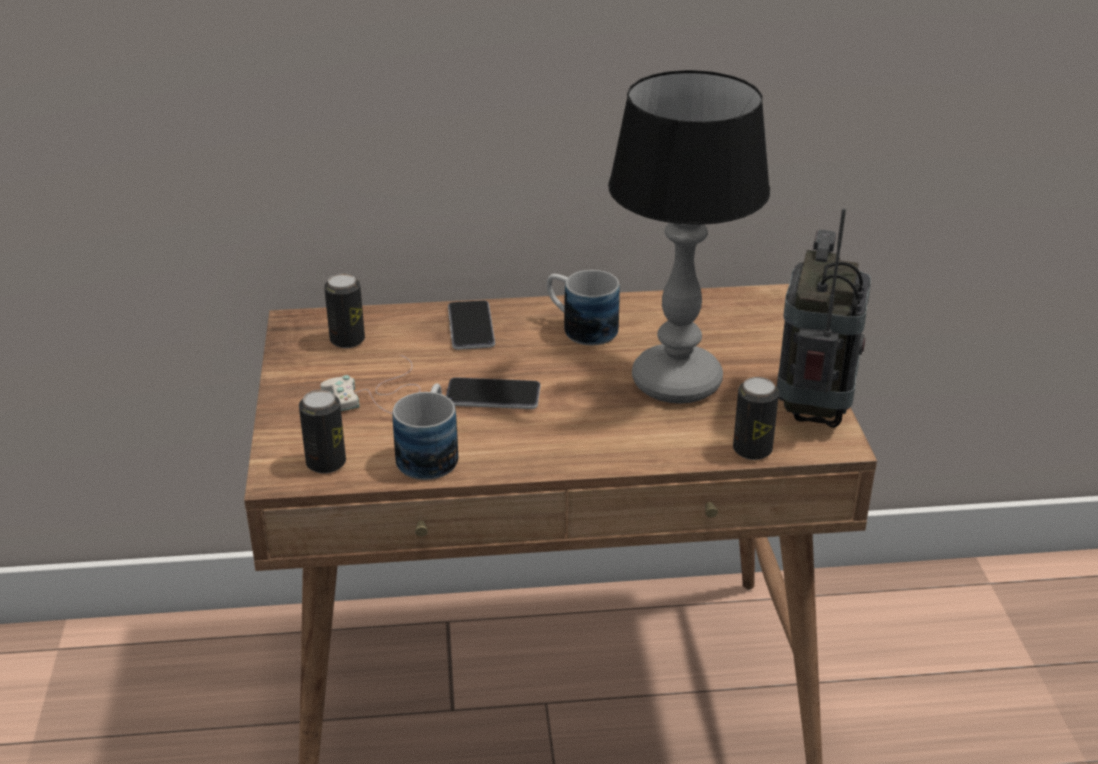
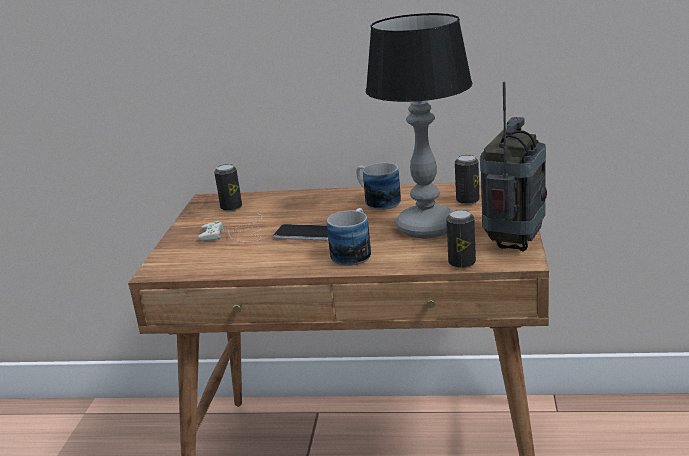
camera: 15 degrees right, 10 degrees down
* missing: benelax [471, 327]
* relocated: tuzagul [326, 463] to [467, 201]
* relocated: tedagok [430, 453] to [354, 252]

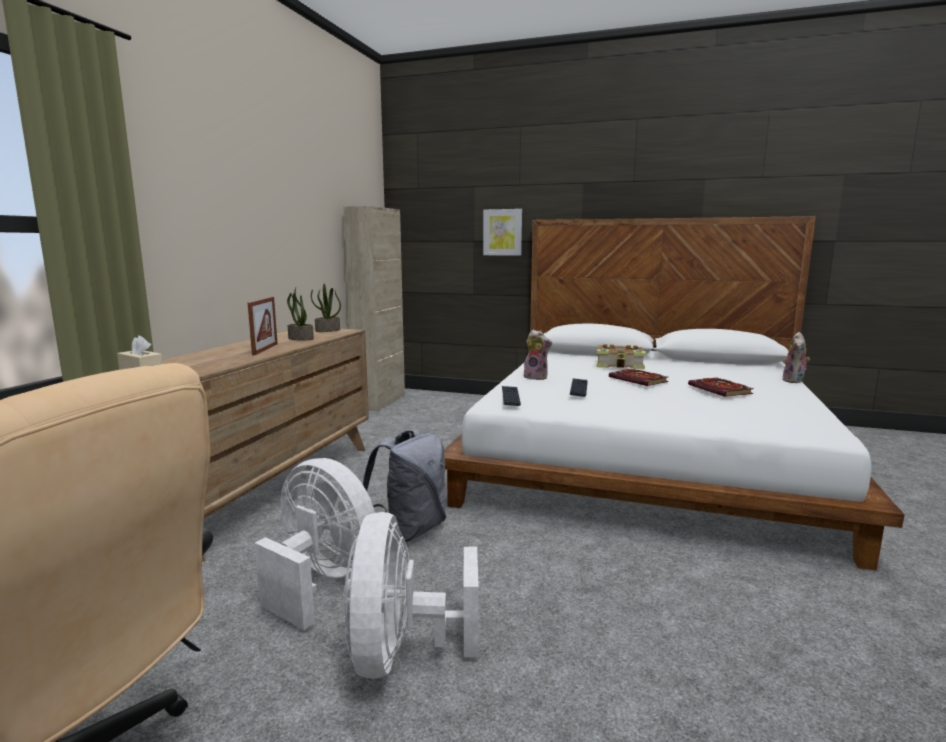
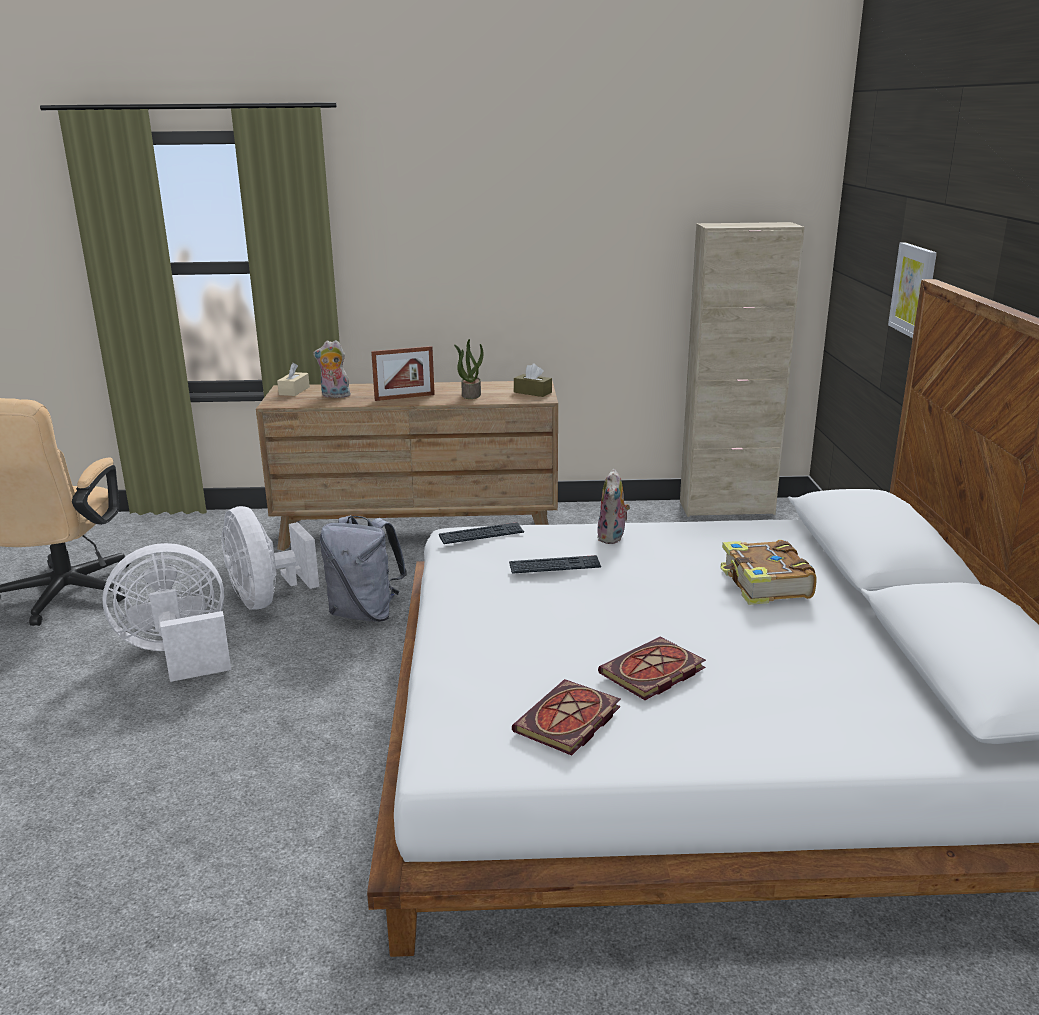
camera: 70 degrees right, 10 degrees up
* relocated: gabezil [640, 380] to [568, 722]
* relocated: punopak [794, 381] to [334, 396]
* exchanged: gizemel [327, 330] to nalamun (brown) [532, 392]
* spun: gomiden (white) [321, 581] = [266, 599] 135 degrees clockwise

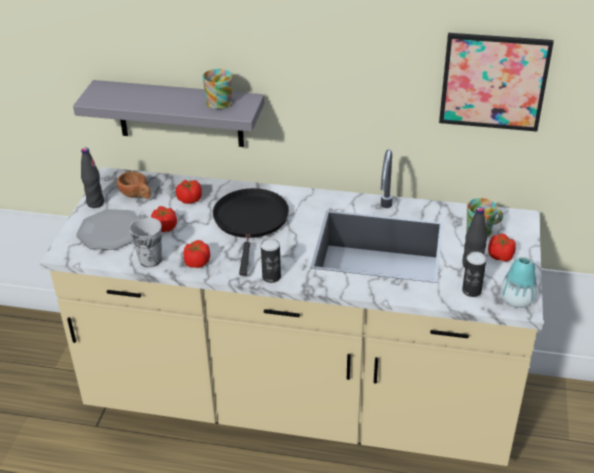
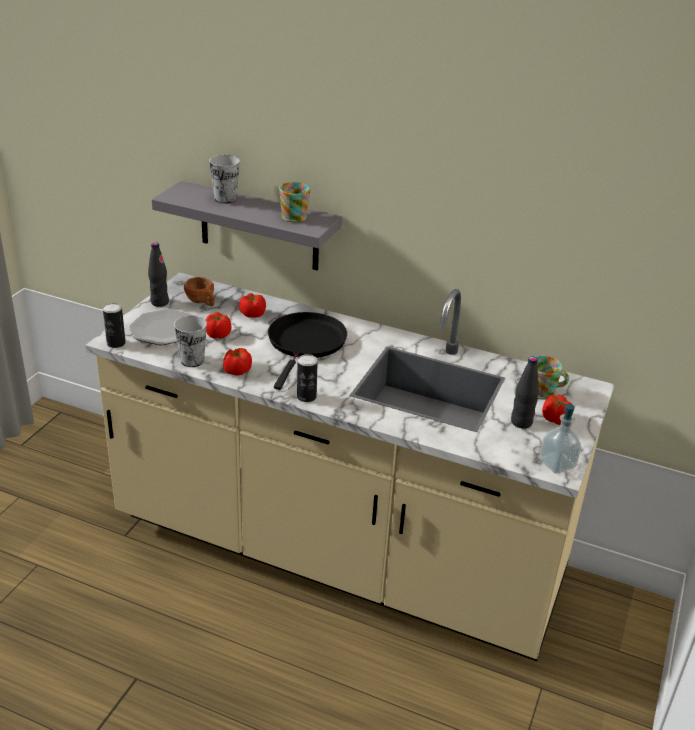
camera: 10 degrees right, 5 degrees down
* missing: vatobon [493, 82]
* appeared: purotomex [225, 199]
* relocated: tuzagul [471, 291] to [116, 343]
* exchanged: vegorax [516, 300] to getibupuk [557, 464]

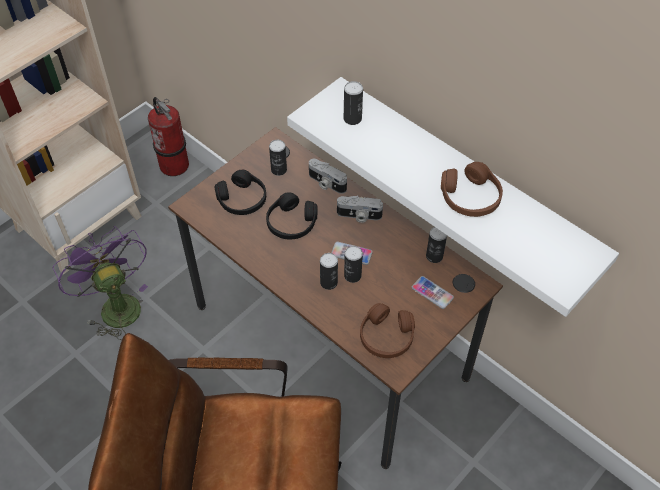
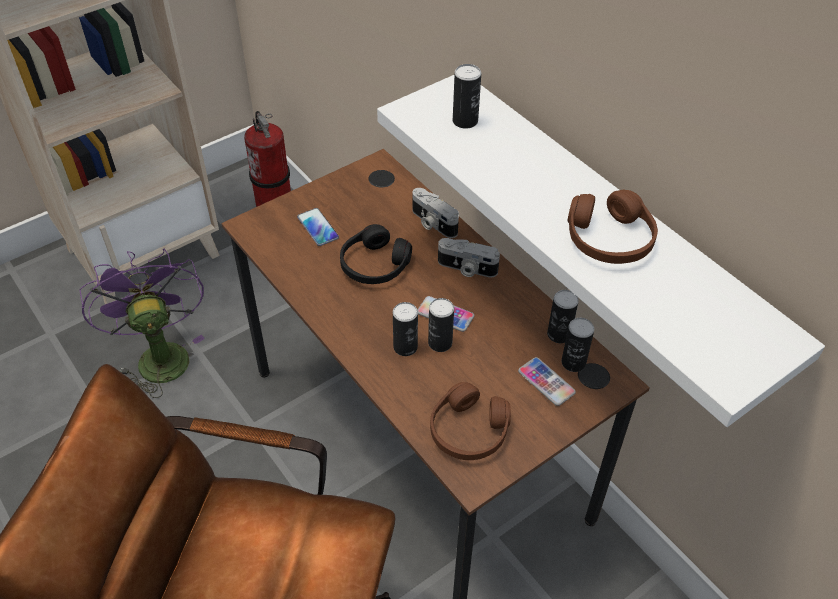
camera: 10 degrees right, 5 degrees down
* relocated: tuzagul [279, 170] to [573, 362]
* exchanged: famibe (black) [242, 199] to benelax [318, 227]

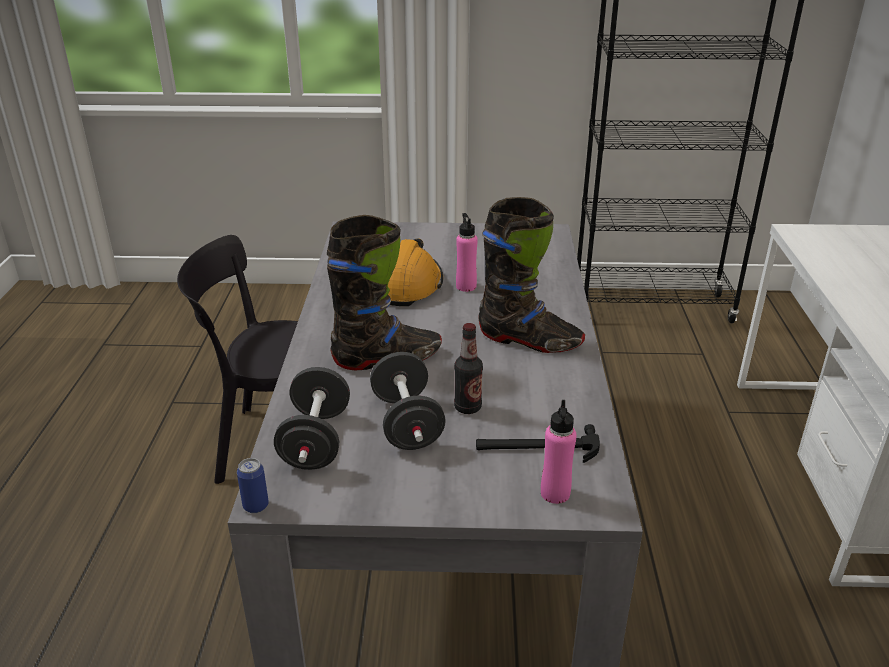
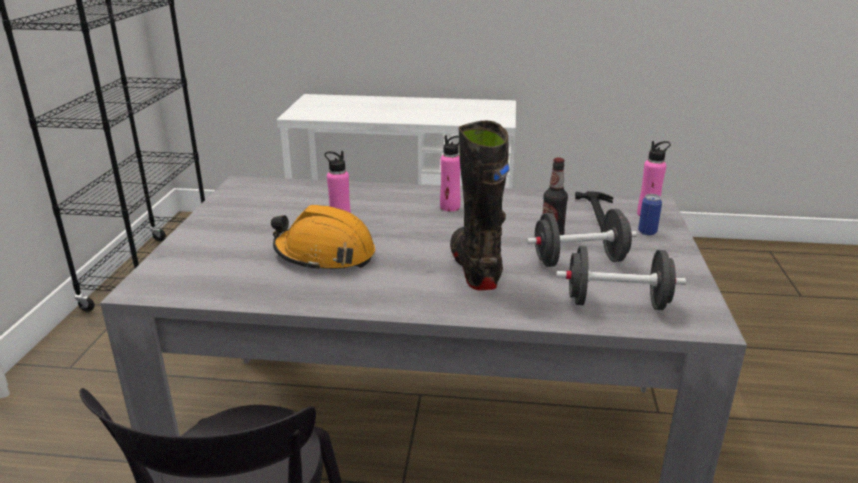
camera: 85 degrees left, 5 degrees down
* relocated: tuzagul [256, 506] to [647, 232]
* exchanged: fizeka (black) [529, 341] to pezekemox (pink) [450, 207]

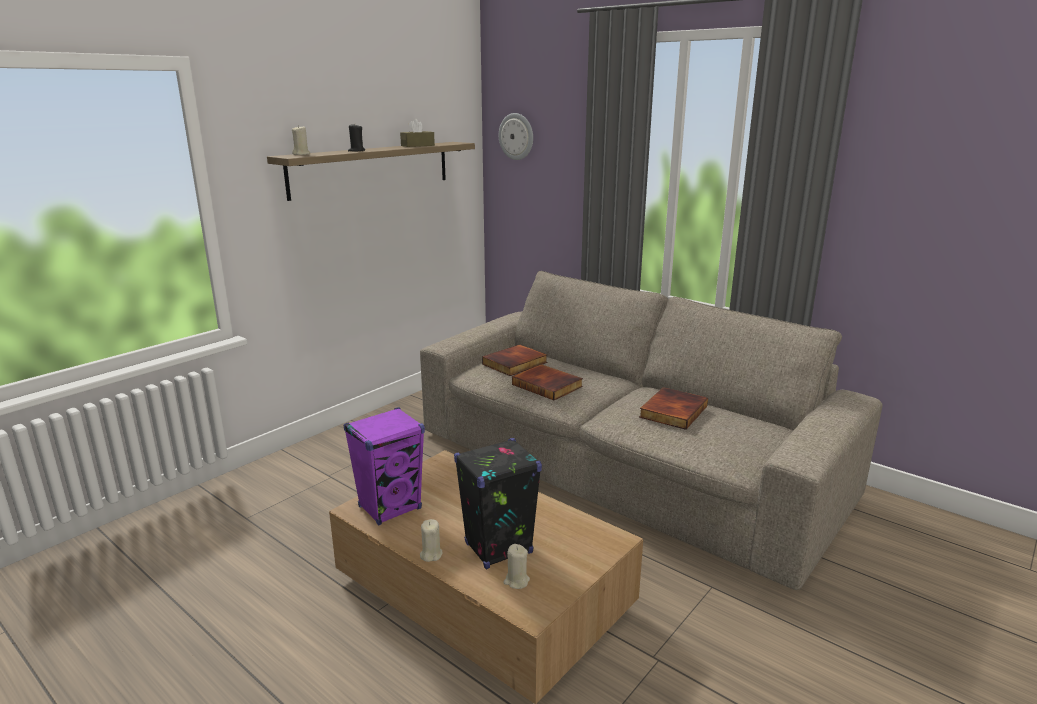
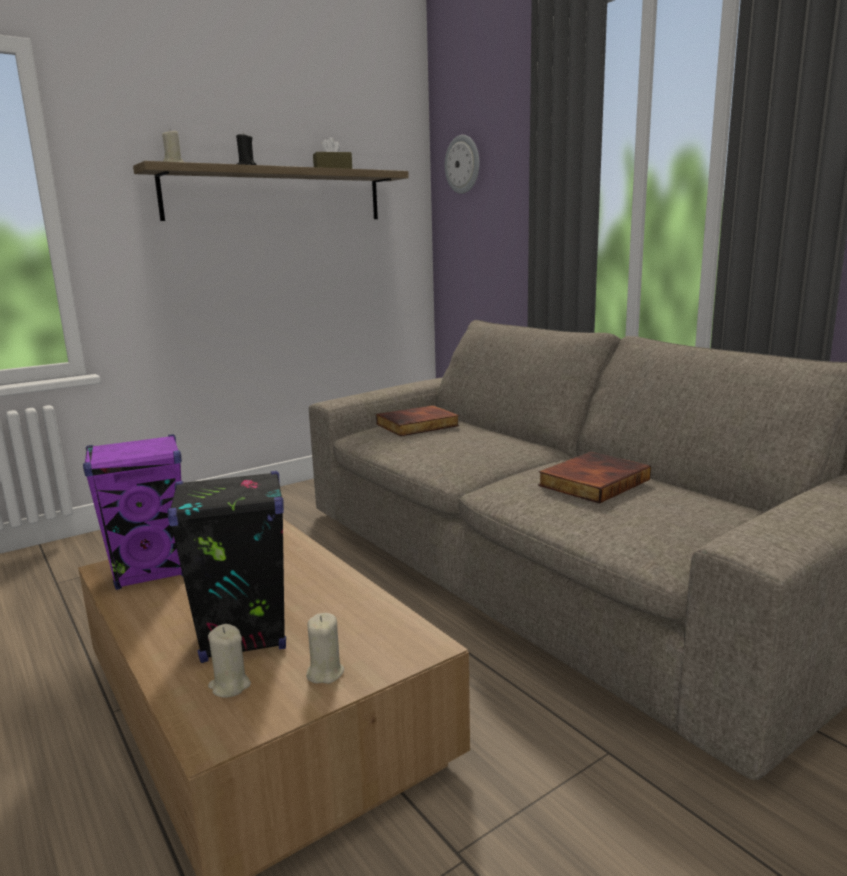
camera: 15 degrees right, 5 degrees down
* missing: gabezil [548, 385]
* relocated: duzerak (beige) [431, 554] to [325, 673]

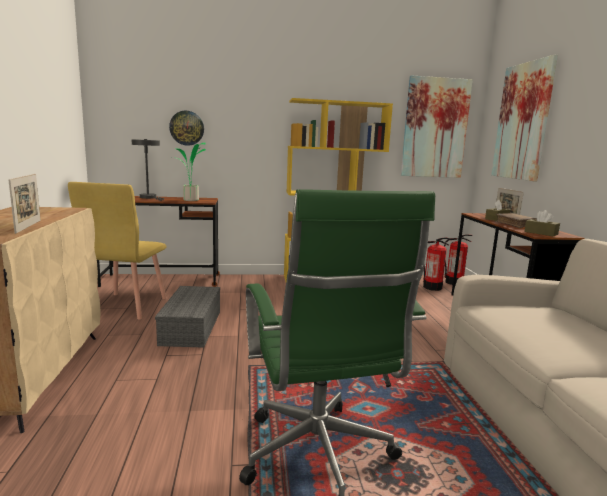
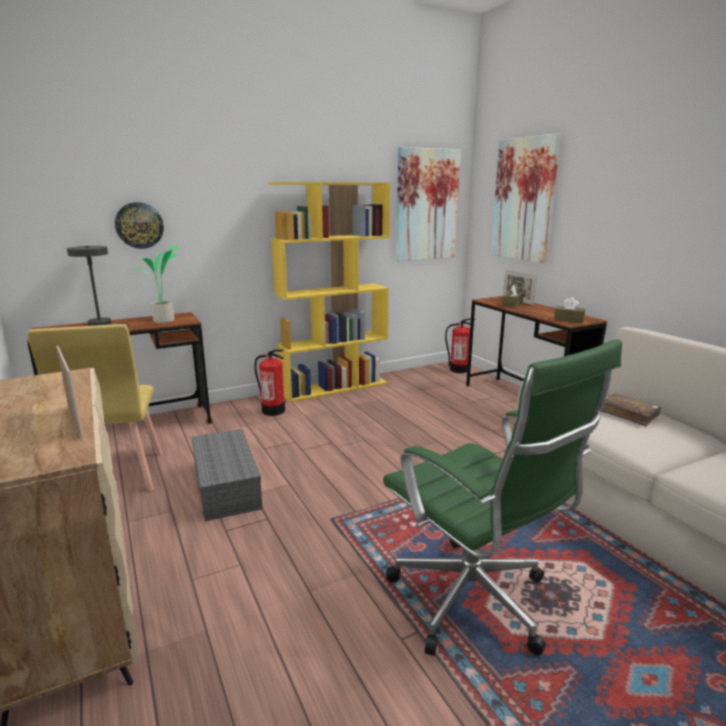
camera: 20 degrees left, 5 degrees up
* relocated: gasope [432, 287] to [273, 411]
* relocated: gabezil (brown) [515, 224] to [629, 415]

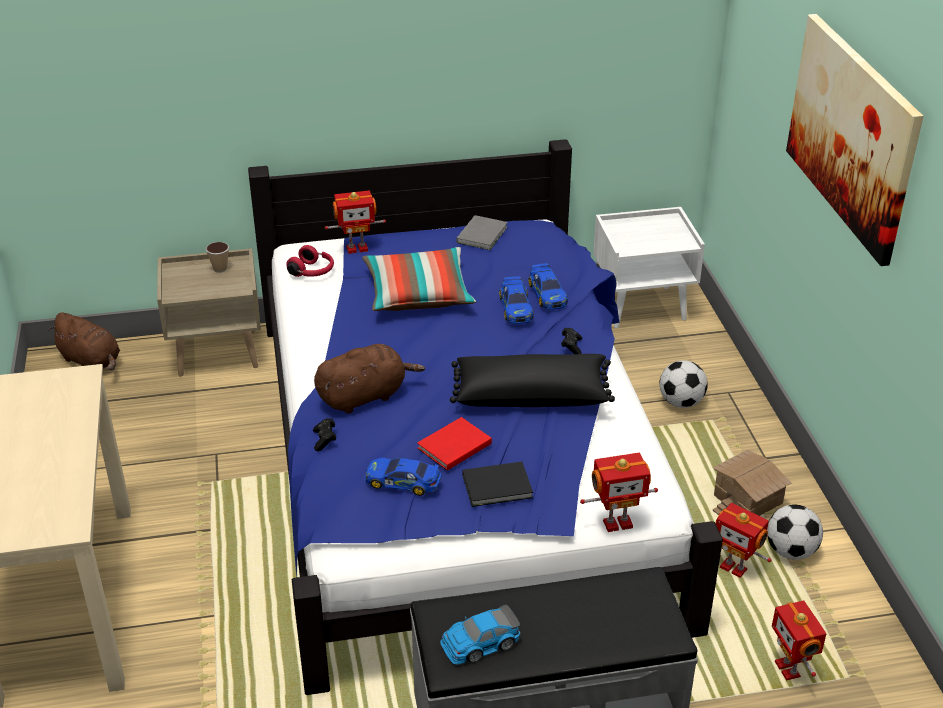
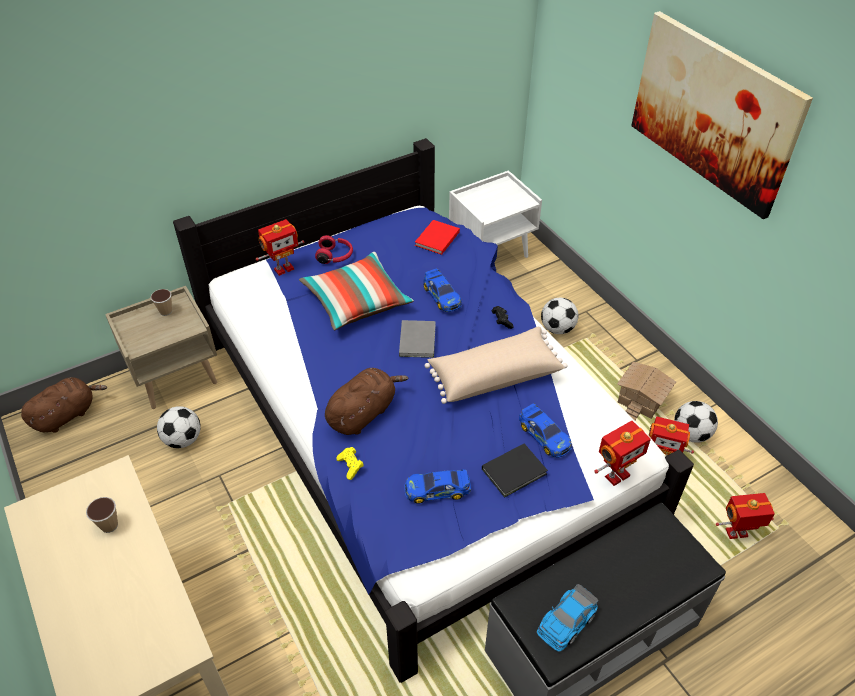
camera: 20 degrees left, 10 degrees up
* appeared: purotomex [109, 525]
* appeared: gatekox [183, 439]
* relocated: famibe (red) [313, 271] to [335, 256]
* relocated: gabezil (red) [452, 446] to [436, 239]
* relocated: gabezil (grey) [483, 234] to [418, 339]
* relocated: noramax [547, 294] to [544, 435]
* colour: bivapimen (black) [325, 440] to bivapimen (yellow) [350, 466]
* colour: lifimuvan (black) [531, 395] to lifimuvan (beige) [494, 375]
* spun: punopak (brown) [92, 361] = [67, 415] 60 degrees counterclockwise
* spun: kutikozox [789, 669] = [737, 534] 120 degrees clockwise

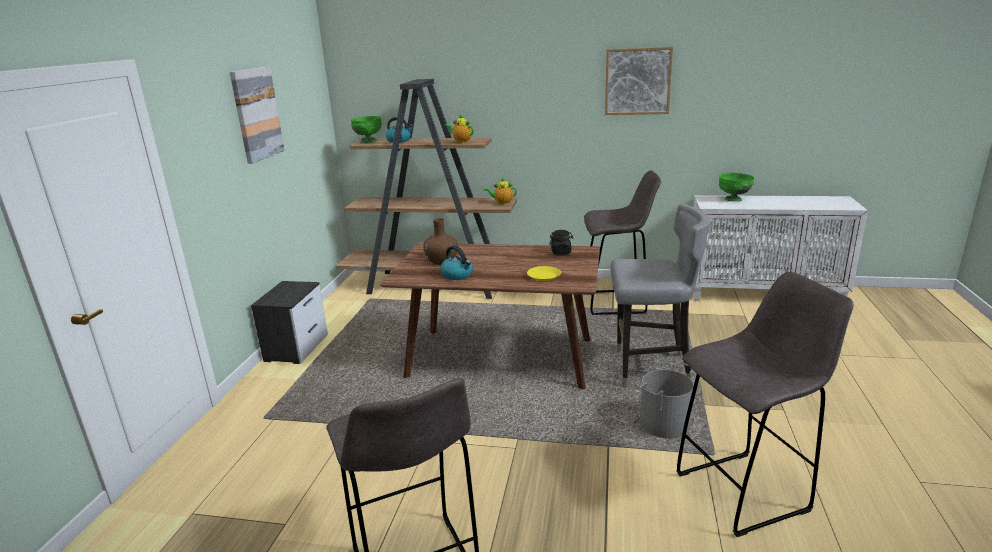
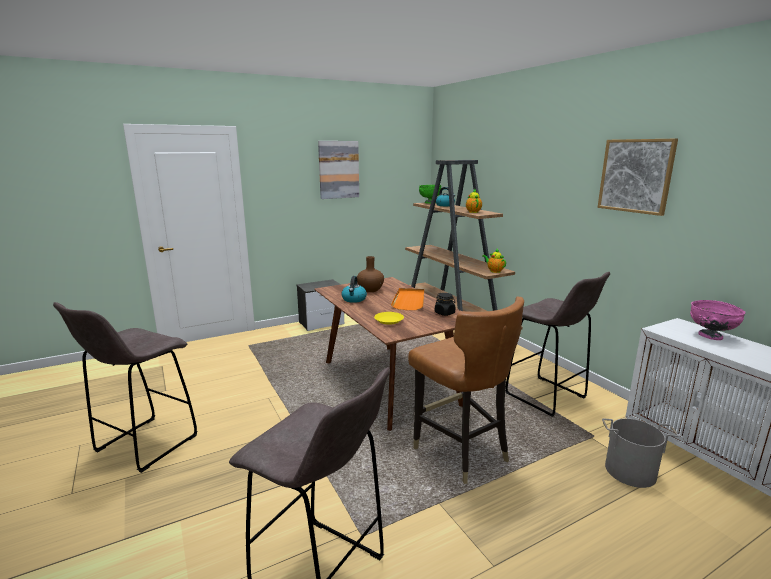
camera: 50 degrees right, 5 degrees down
* appeared: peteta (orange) [409, 300]
* relocated: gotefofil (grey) [665, 424] to [630, 471]
* colour: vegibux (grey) [650, 369] to vegibux (brown) [460, 452]
* colour: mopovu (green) [733, 200] to mopovu (pink) [710, 336]

